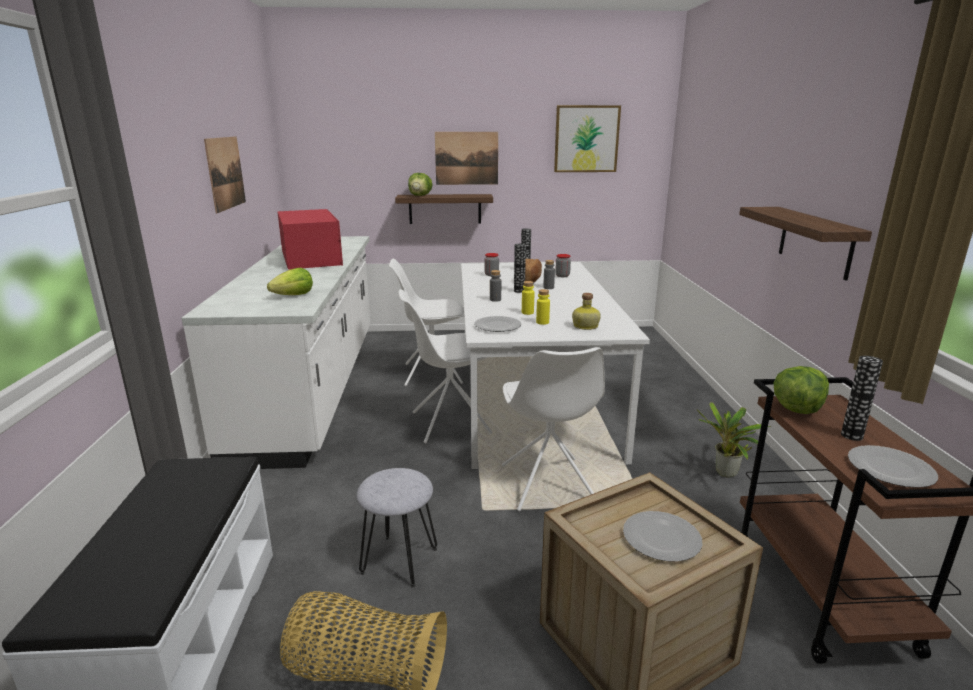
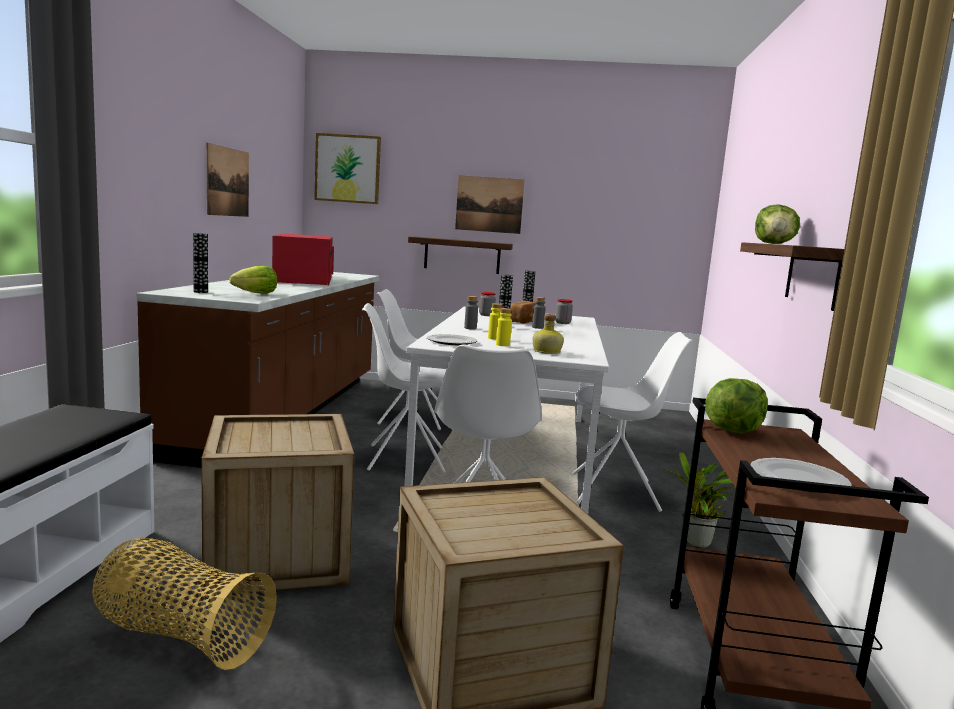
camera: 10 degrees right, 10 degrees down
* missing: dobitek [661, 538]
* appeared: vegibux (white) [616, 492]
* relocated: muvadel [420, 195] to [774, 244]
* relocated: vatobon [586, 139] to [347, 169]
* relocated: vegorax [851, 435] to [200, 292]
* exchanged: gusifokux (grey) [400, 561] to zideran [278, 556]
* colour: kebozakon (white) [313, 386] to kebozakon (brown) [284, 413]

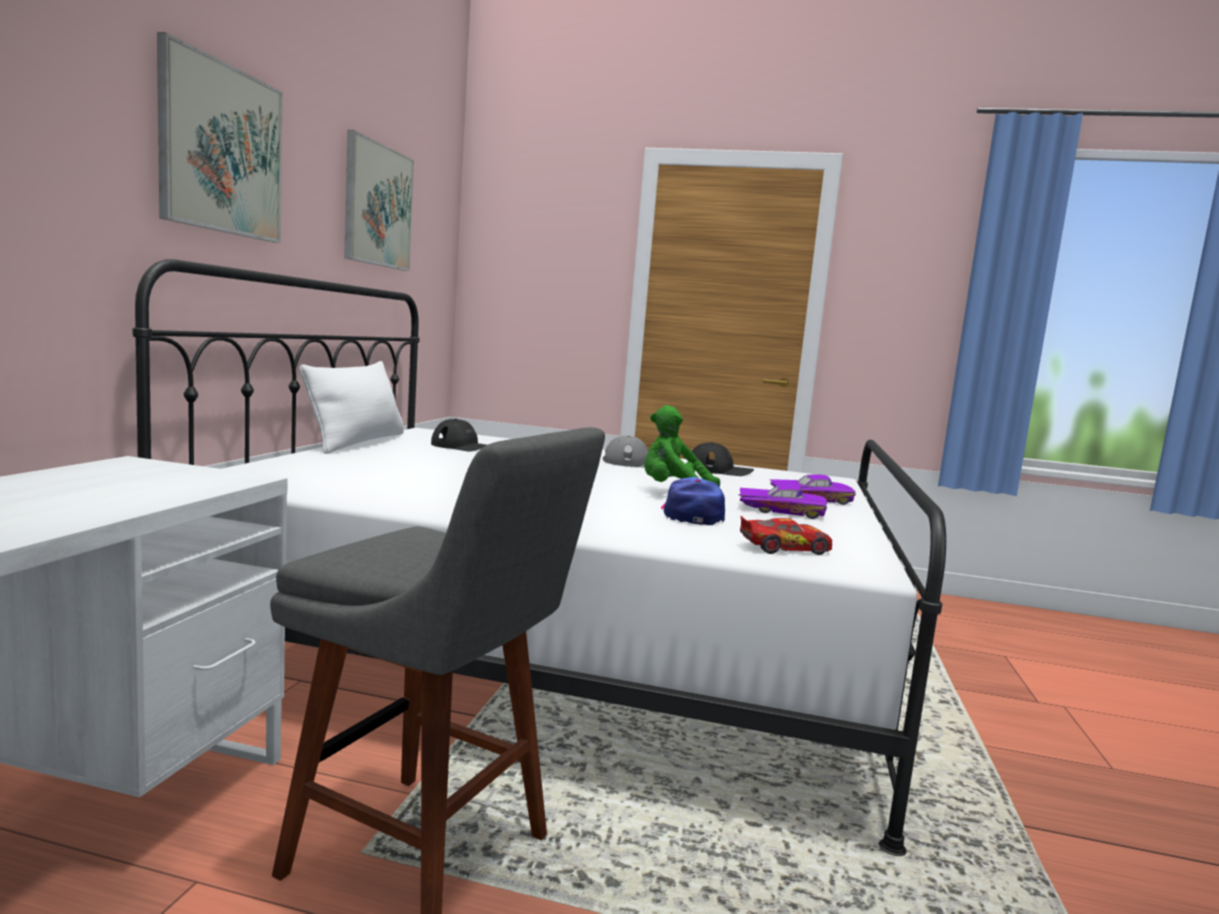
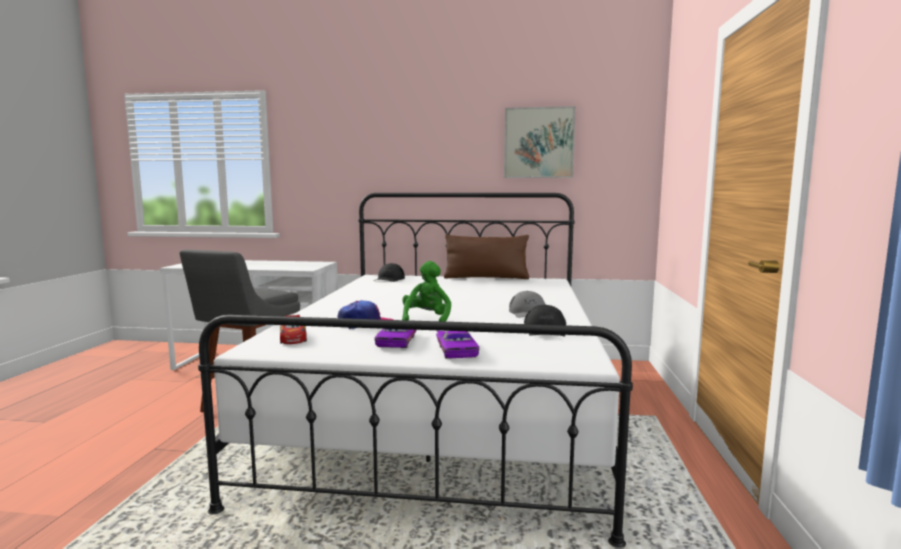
camera: 85 degrees right, 0 degrees up
* missing: vatobon [222, 149]
* relocated: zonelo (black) [462, 446] to [389, 279]
* colour: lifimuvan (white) [357, 442] to lifimuvan (brown) [486, 278]

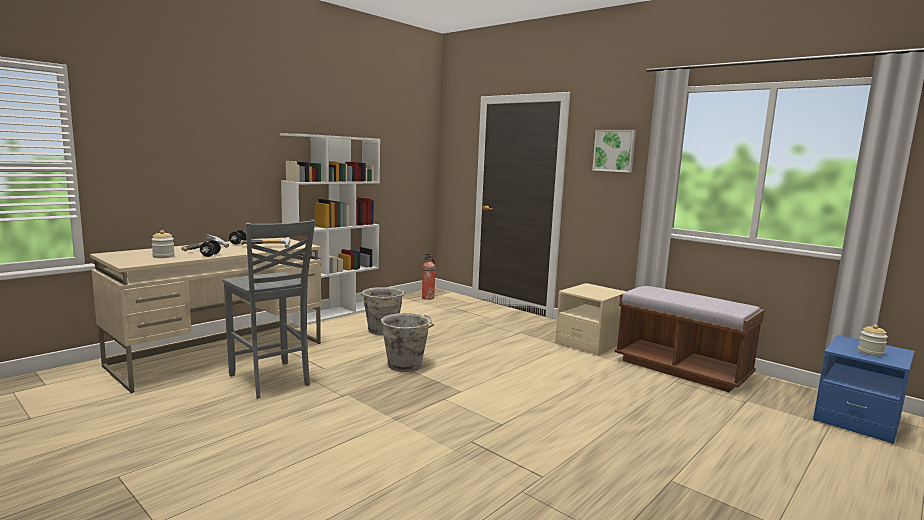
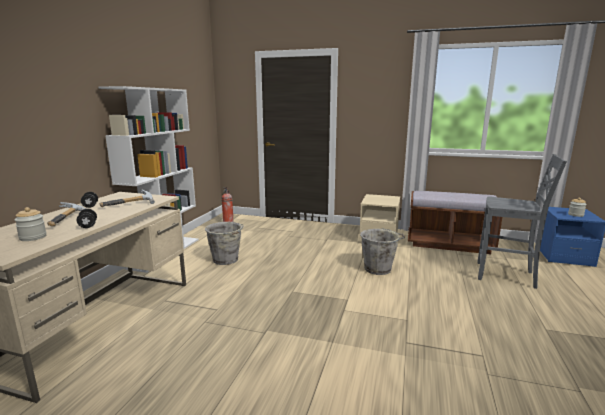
camera: 25 degrees left, 5 degrees up
* missing: vatobon [614, 150]
* relocated: vegibux (grey) [270, 380] to [506, 276]
* relocated: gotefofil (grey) [406, 366] to [379, 269]

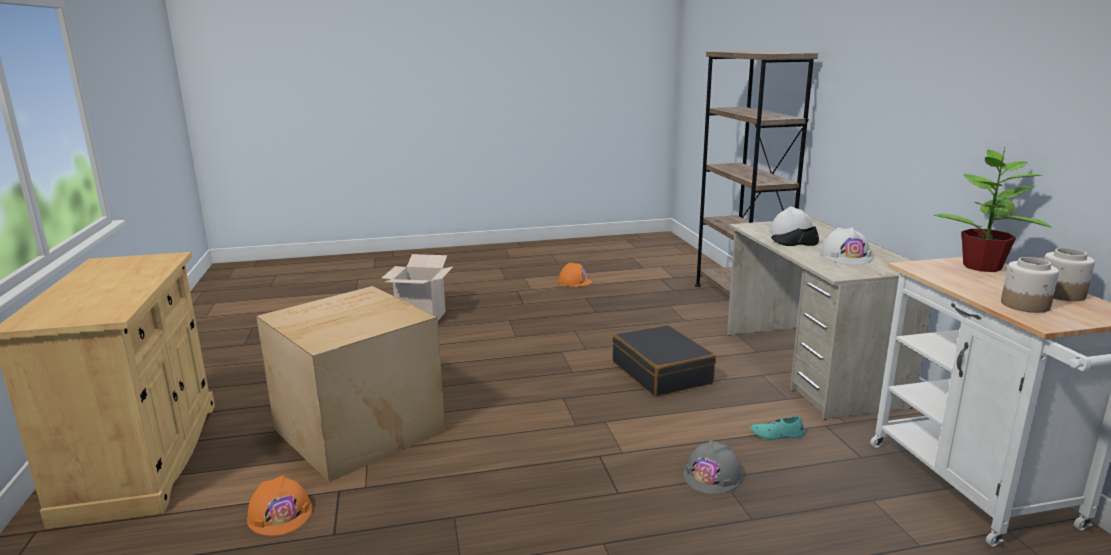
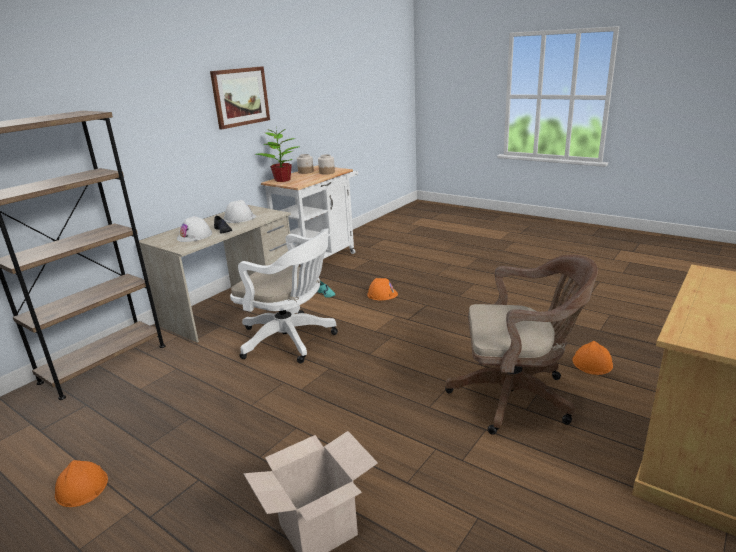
camera: 130 degrees left, 5 degrees up
* appeared: vatobon [240, 97]
* exchanged: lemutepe [356, 430] to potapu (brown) [517, 396]
* exchanged: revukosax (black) [662, 373] to potapu (white) [291, 340]
* colour: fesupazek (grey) [712, 476] to fesupazek (orange) [382, 294]

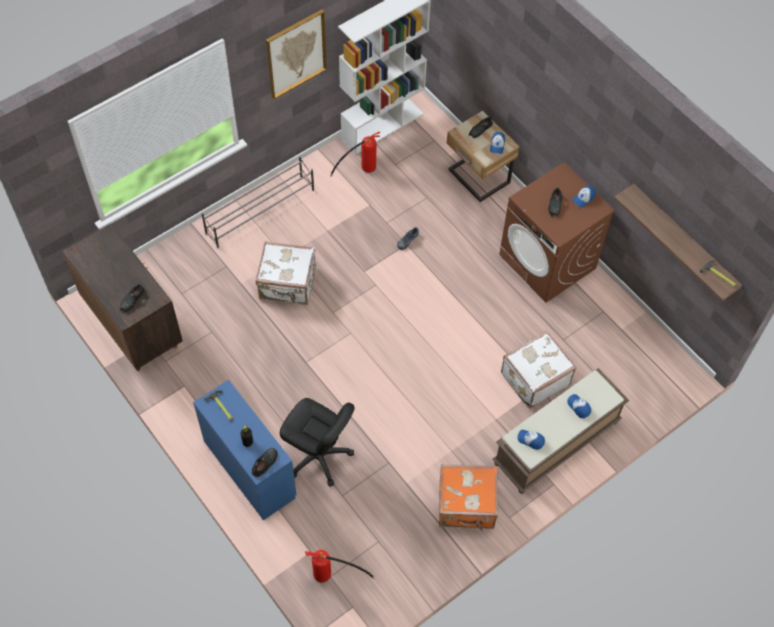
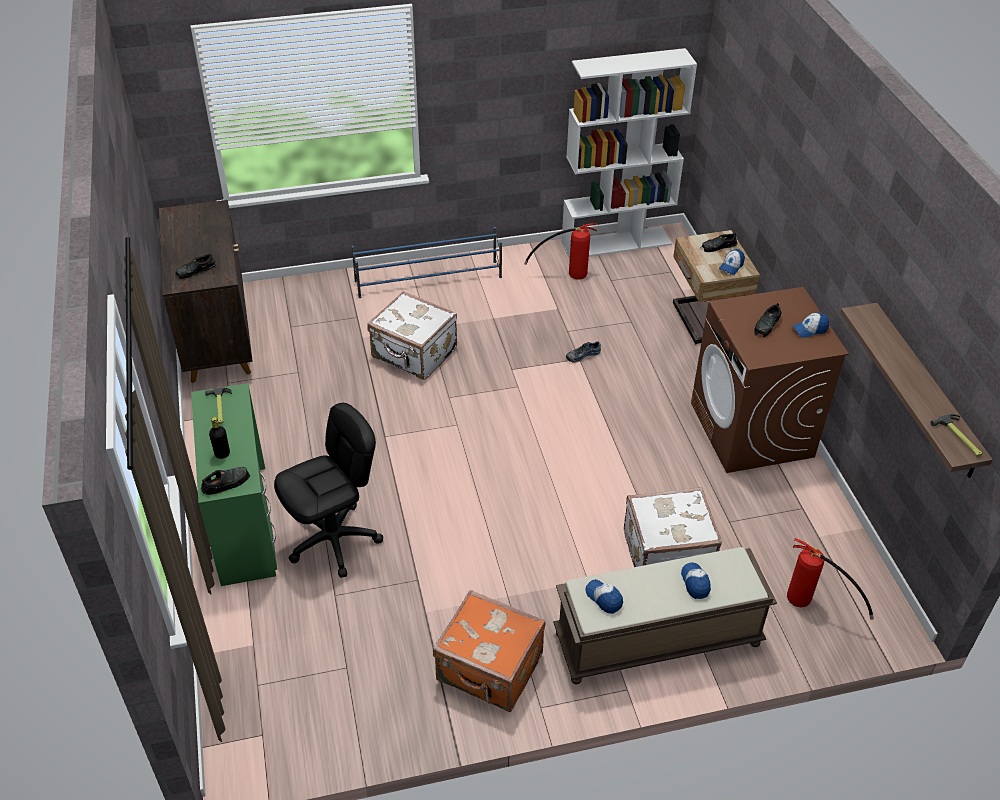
camera: 25 degrees right, 15 degrees down
* missing: vatobon [296, 53]
* relocated: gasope [332, 576] to [812, 605]
* colour: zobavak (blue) [249, 469] to zobavak (green) [243, 524]
* colour: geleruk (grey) [261, 211] to geleruk (blue) [429, 279]
* spun: potapu (black) [318, 456] = [334, 540] 90 degrees counterclockwise

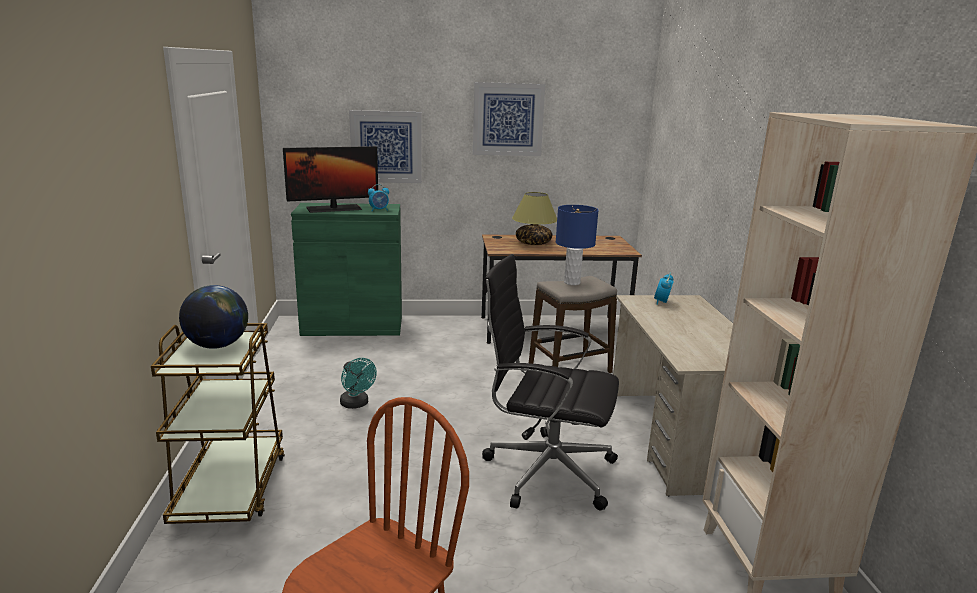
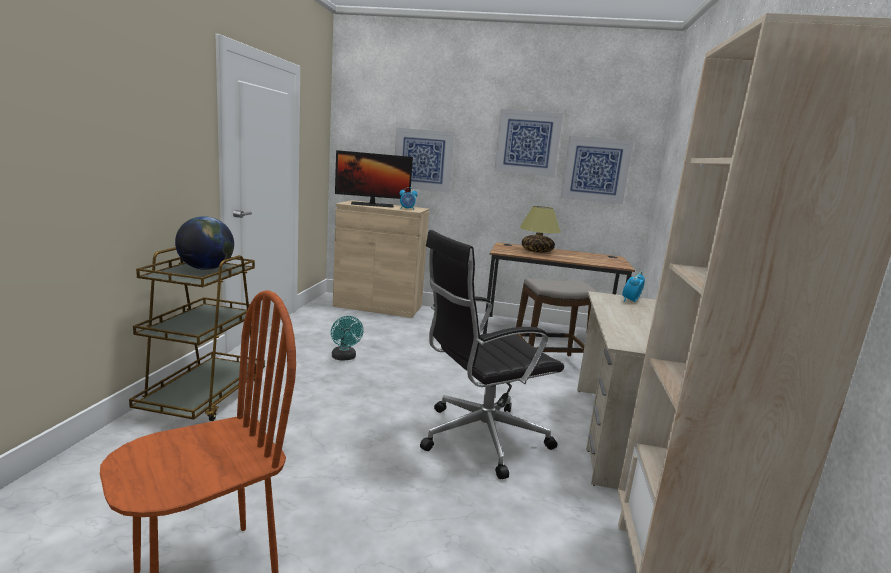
camera: 15 degrees right, 5 degrees down
* missing: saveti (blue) [572, 282]
* appeared: vatobon [595, 170]
* colour: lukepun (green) [352, 326] to lukepun (beige) [378, 306]
* spun: potapu (black) [545, 470] = [479, 438] 60 degrees counterclockwise

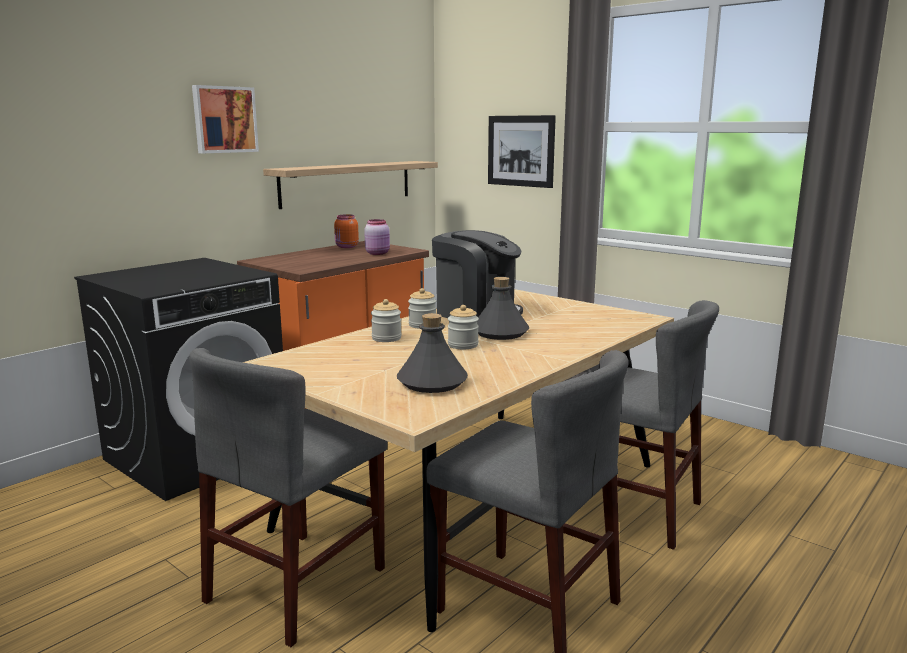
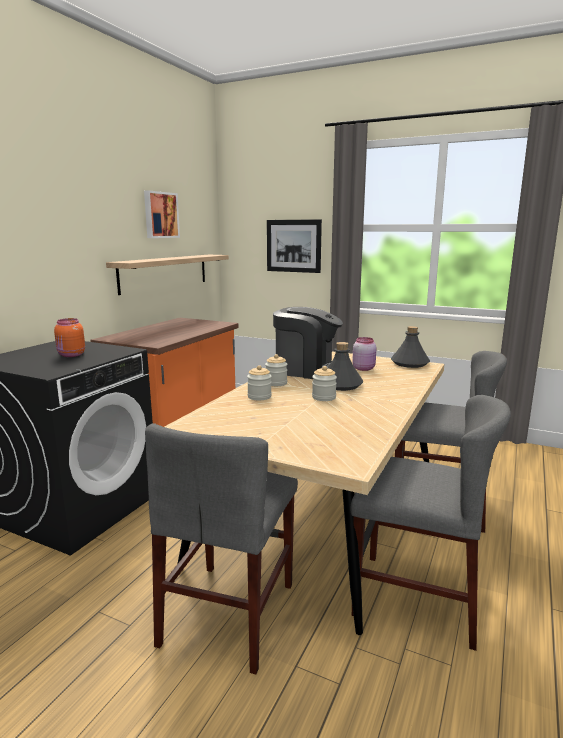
camera: 15 degrees left, 0 degrees up
* relocated: vatobon [224, 119] to [160, 215]
* relocated: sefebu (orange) [346, 247] to [71, 355]
* relocated: sefebu (pink) [378, 253] to [364, 368]
* relocated: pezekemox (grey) [432, 382] to [409, 363]

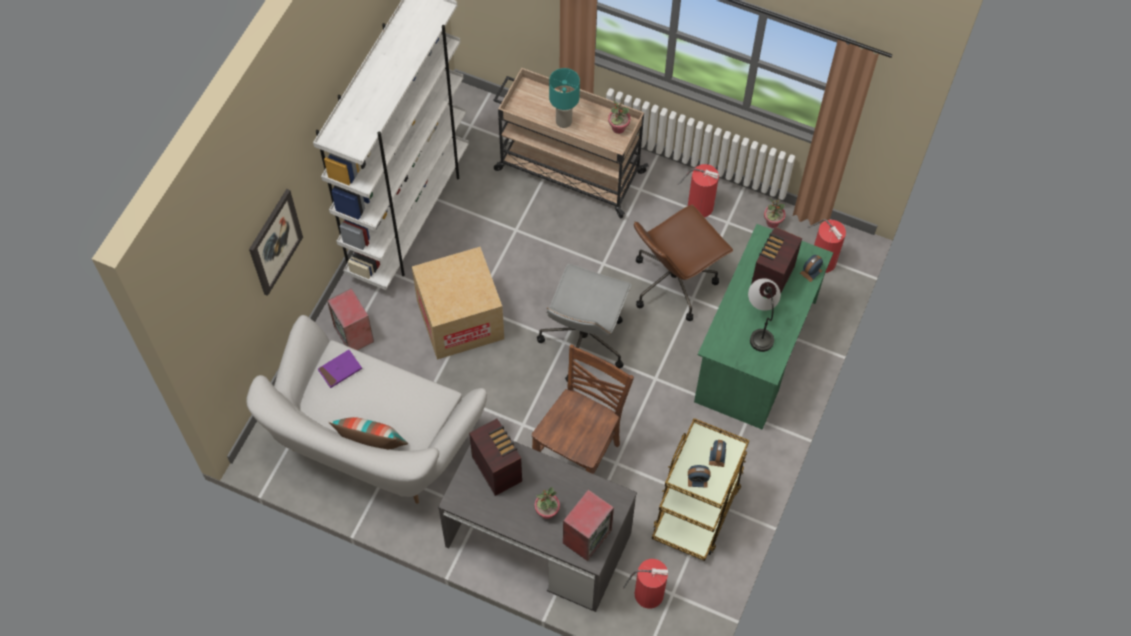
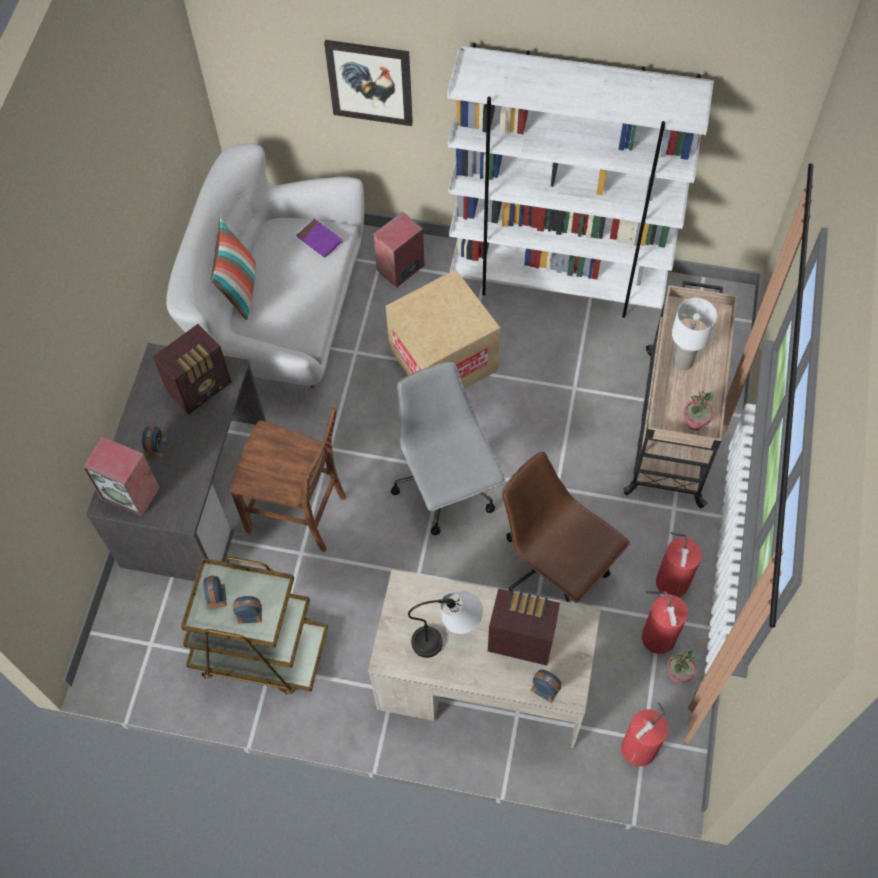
camera: 80 degrees right, 0 degrees up
* relocated: gasope [647, 594] to [658, 635]
* exchanged: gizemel [547, 512] to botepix [155, 447]
* colour: saveti (turquoise) [563, 121] to saveti (white) [682, 361]
* colour: zobavak (green) [755, 351] to zobavak (beige) [482, 683]
* spun: potapu (grey) [583, 341] = [447, 488] 60 degrees clockwise

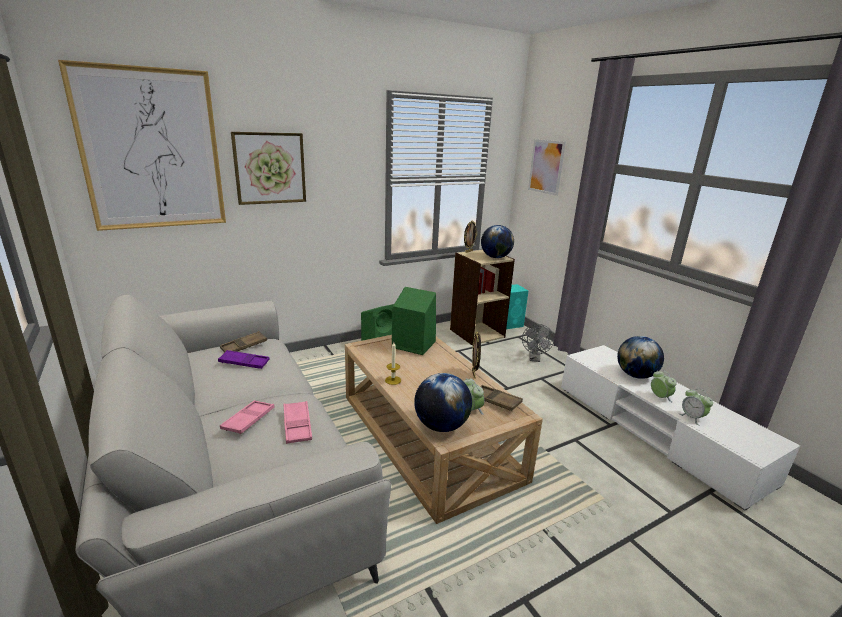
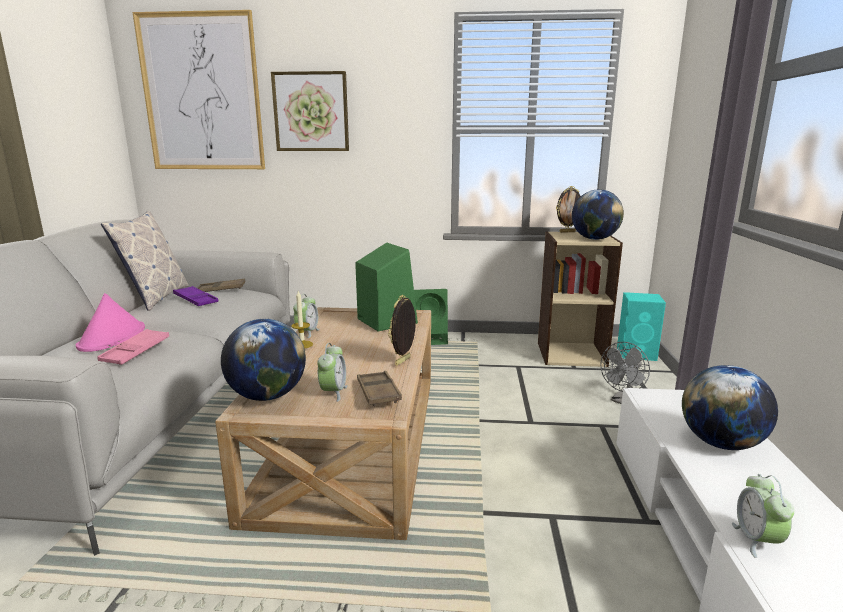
camera: 35 degrees right, 5 degrees down
* missing: vatobon [546, 167]
* appeared: lifimuvan [155, 298]
* relocated: botepix [659, 397] to [307, 332]
* exchanged: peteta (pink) [248, 420] to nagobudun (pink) [112, 337]

